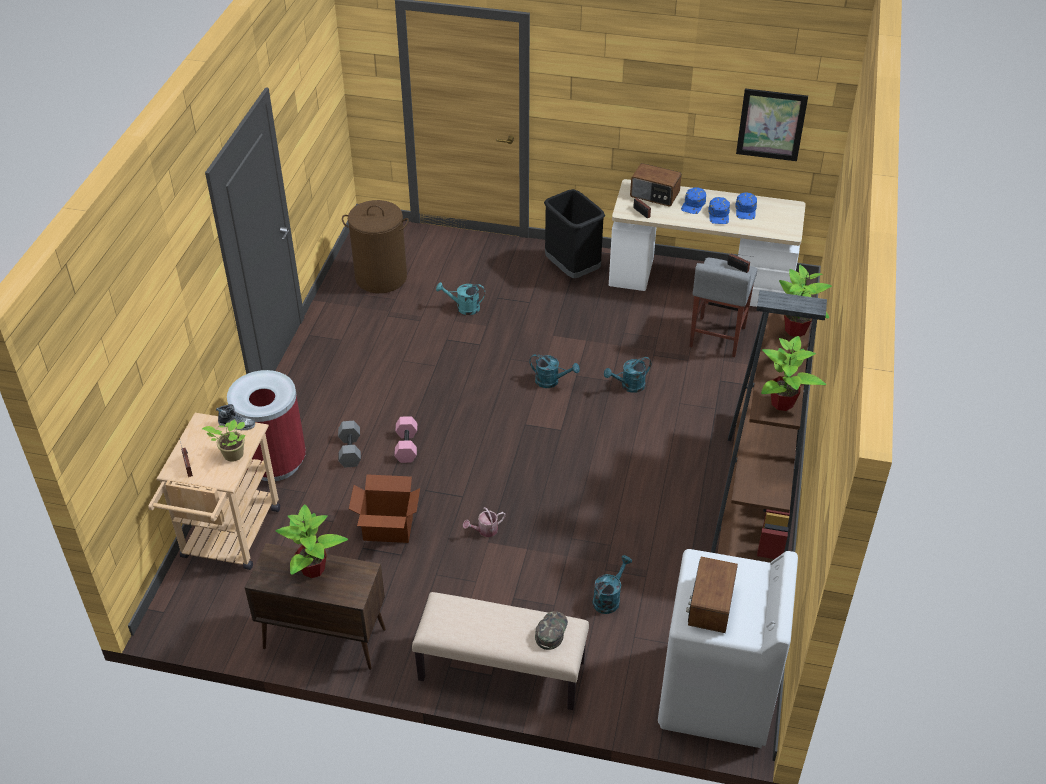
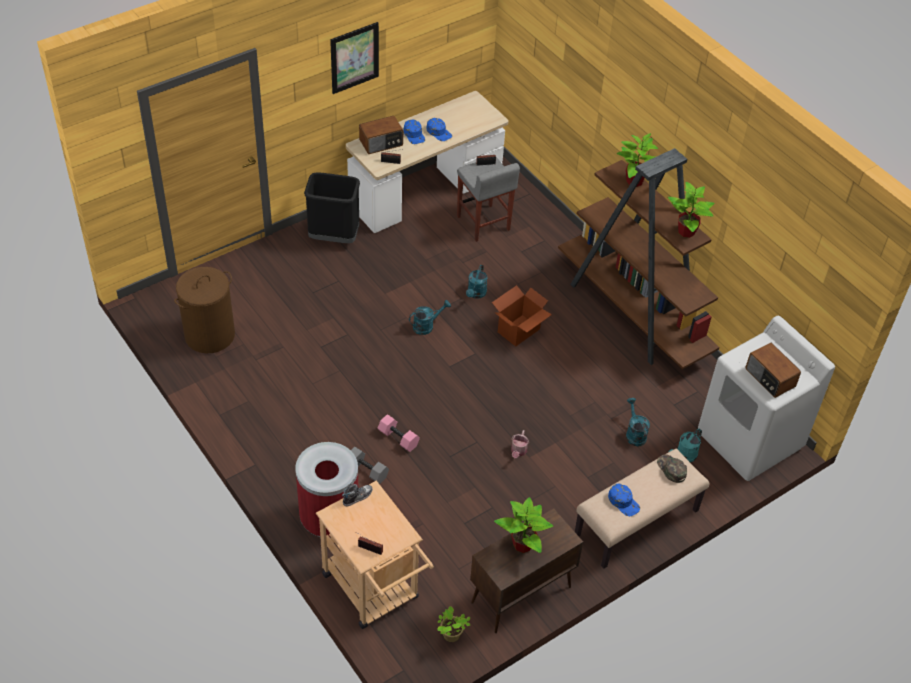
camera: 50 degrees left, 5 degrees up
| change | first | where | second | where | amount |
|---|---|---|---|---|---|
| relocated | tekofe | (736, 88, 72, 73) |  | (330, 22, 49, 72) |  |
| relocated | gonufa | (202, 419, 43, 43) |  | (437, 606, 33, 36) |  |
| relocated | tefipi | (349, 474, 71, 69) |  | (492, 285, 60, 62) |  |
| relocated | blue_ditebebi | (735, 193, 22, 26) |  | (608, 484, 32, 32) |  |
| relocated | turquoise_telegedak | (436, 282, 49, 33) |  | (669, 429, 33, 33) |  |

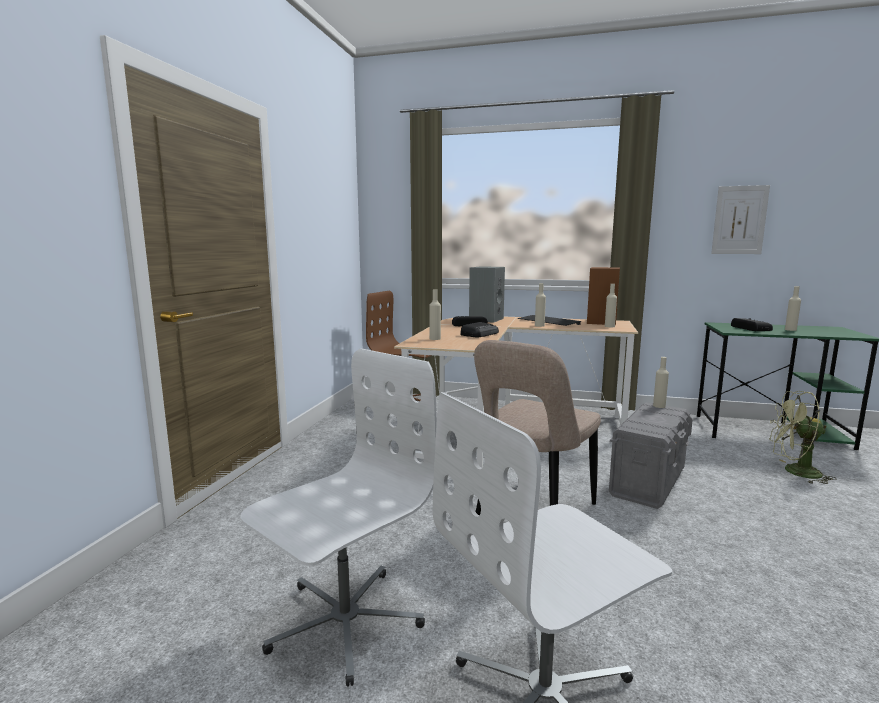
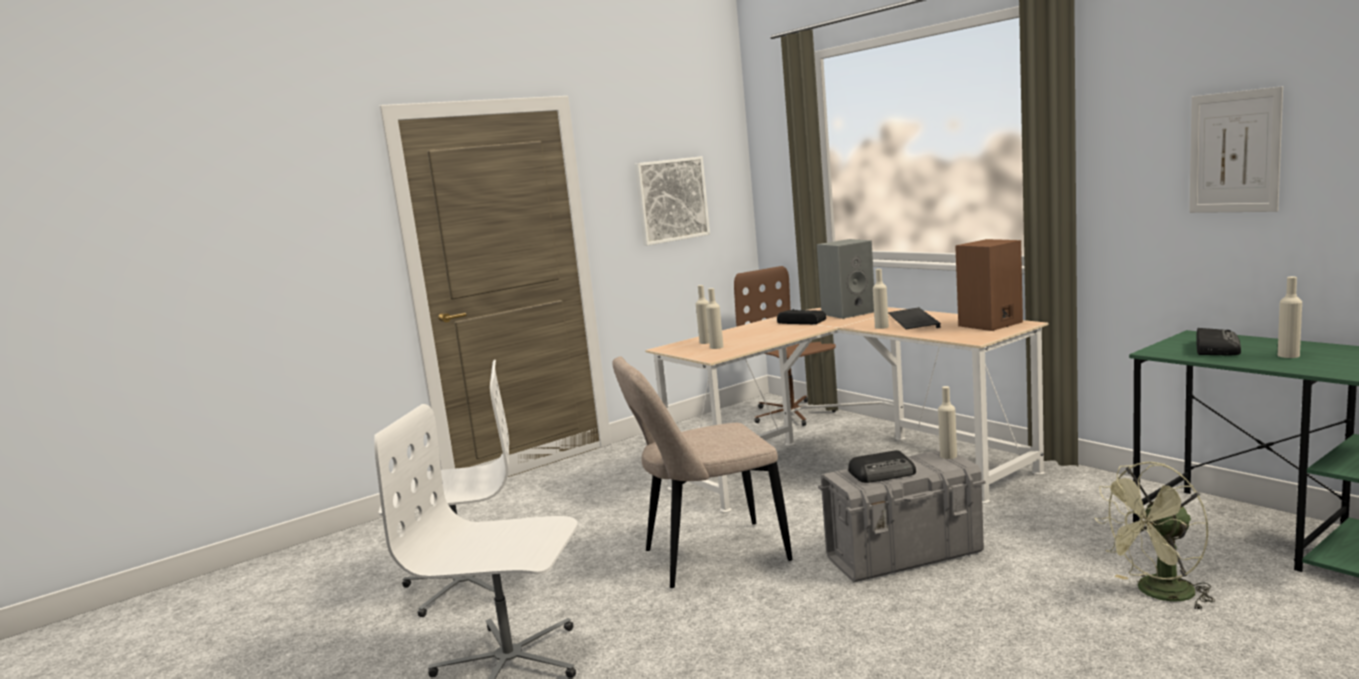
camera: 40 degrees right, 0 degrees up
| change | first | where | second | where | amount |
|---|---|---|---|---|---|
| appeared |  |  | tekofe | (635, 156, 75, 90) |  |
| relocated | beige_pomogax | (605, 284, 12, 43) |  | (706, 288, 17, 61) |  |
| relocated | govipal | (461, 322, 38, 15) |  | (848, 450, 68, 33) |  |
| spun | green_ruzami | (769, 391, 67, 93) |  | (1094, 462, 121, 148) | 75 degrees counterclockwise |

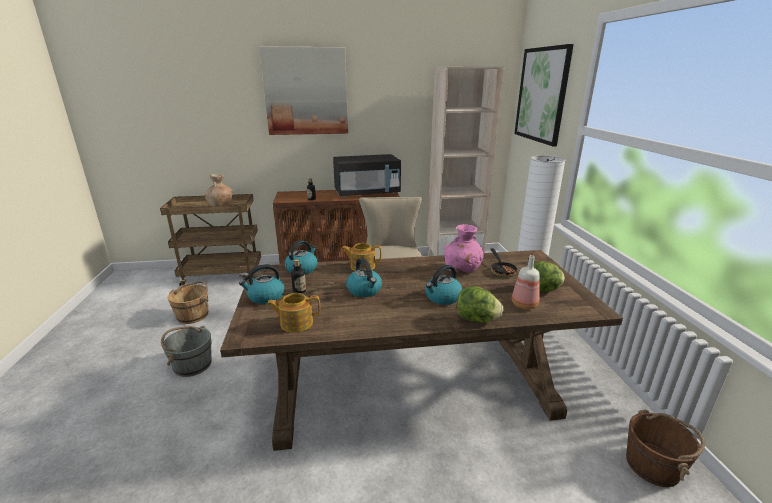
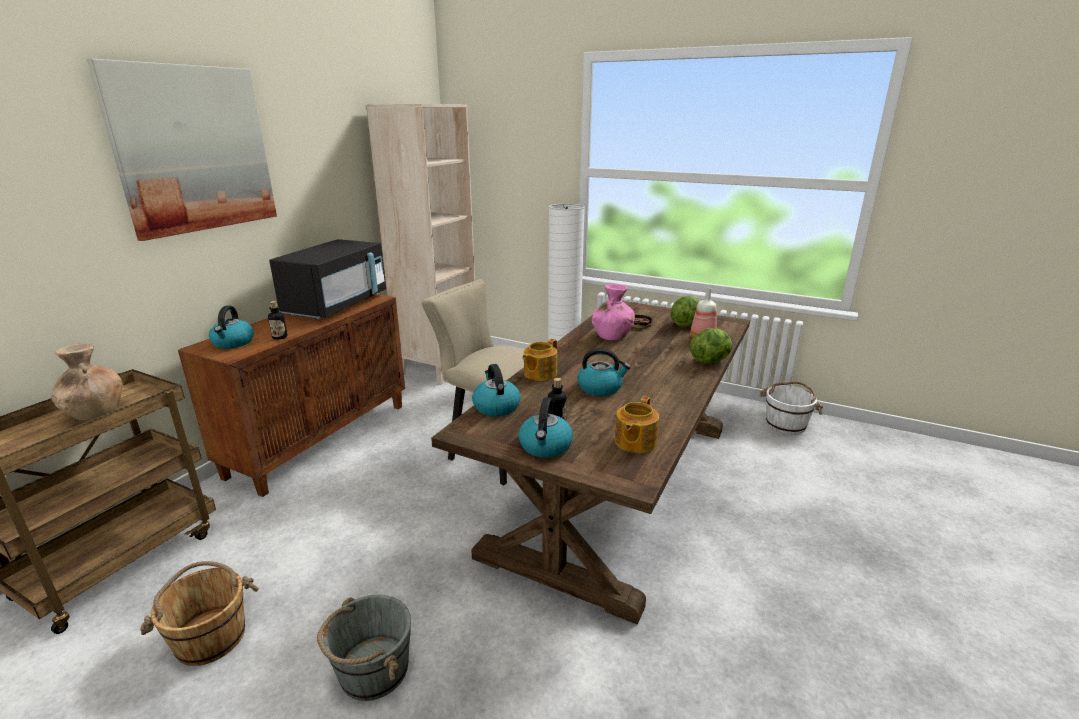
camera: 55 degrees left, 0 degrees up
| change | first | where | second | where | amount |
|---|---|---|---|---|---|
| relocated | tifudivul | (425, 265, 37, 40) |  | (209, 306, 45, 43) |  |
| colour | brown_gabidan | (626, 410, 79, 77) | white_gabidan | (760, 381, 63, 53) |  |
| missing | tekofe | (514, 44, 60, 102) |  |  |  |

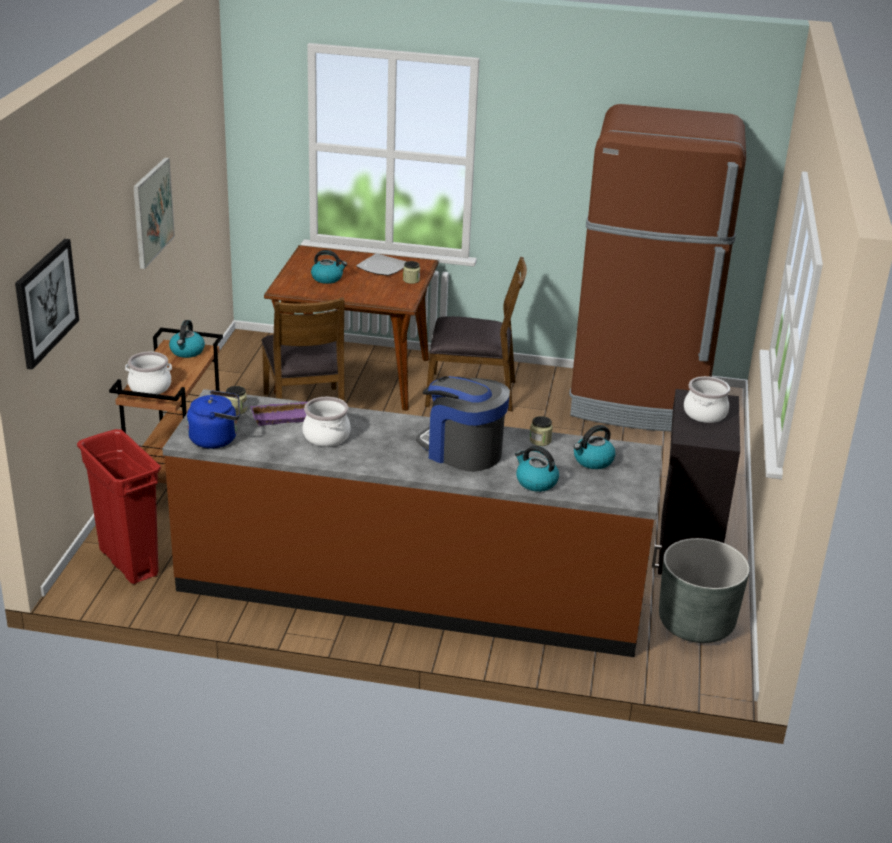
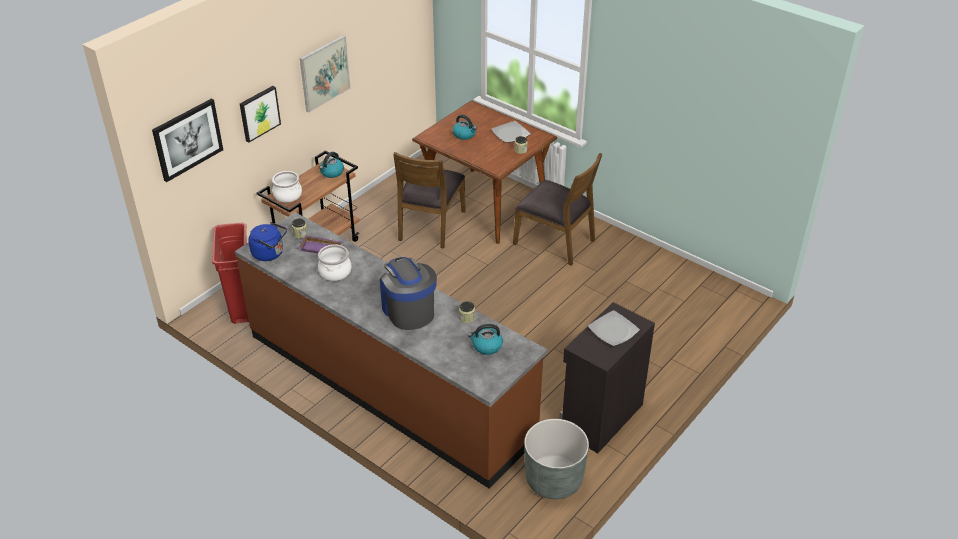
camera: 30 degrees right, 10 degrees up
| change | first | where | second | where | amount |
|---|---|---|---|---|---|
| appeared |  |  | tekofe | (240, 86, 41, 56) |  |
| exchanged | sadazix | (684, 376, 46, 47) | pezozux | (588, 310, 52, 36) |  |
| missing | tifudivul | (515, 446, 44, 46) |  |  |  |
| missing | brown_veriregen | (569, 104, 177, 328) |  |  |  |

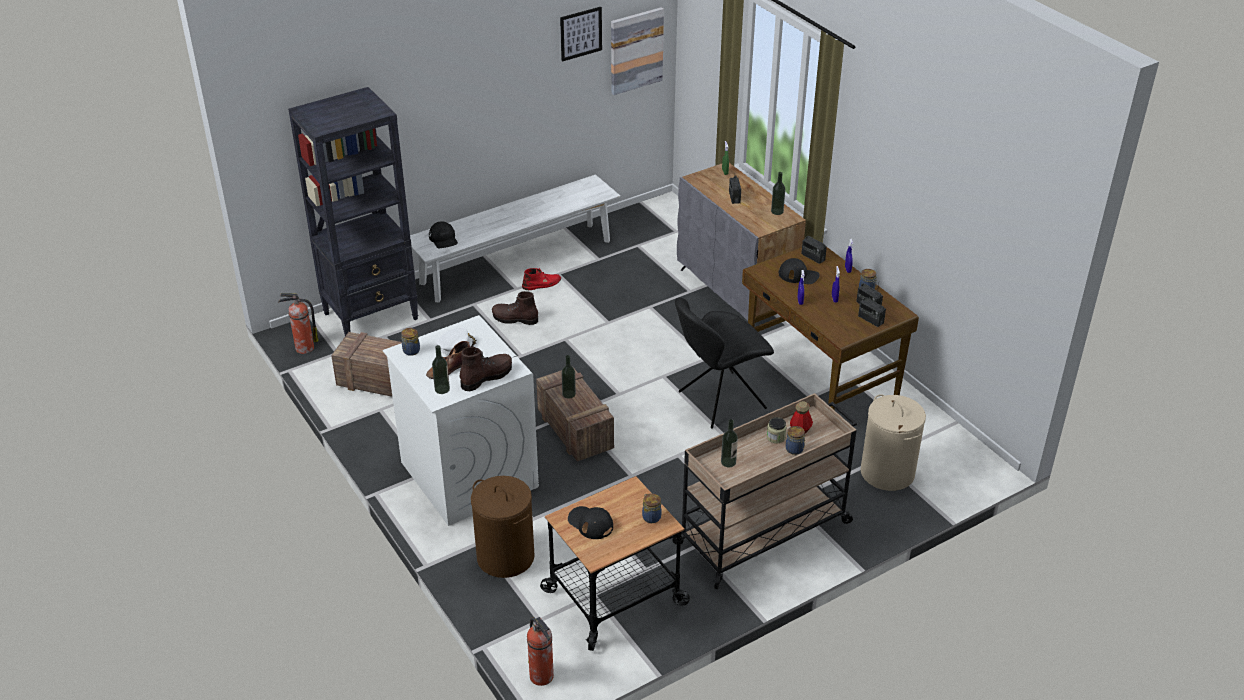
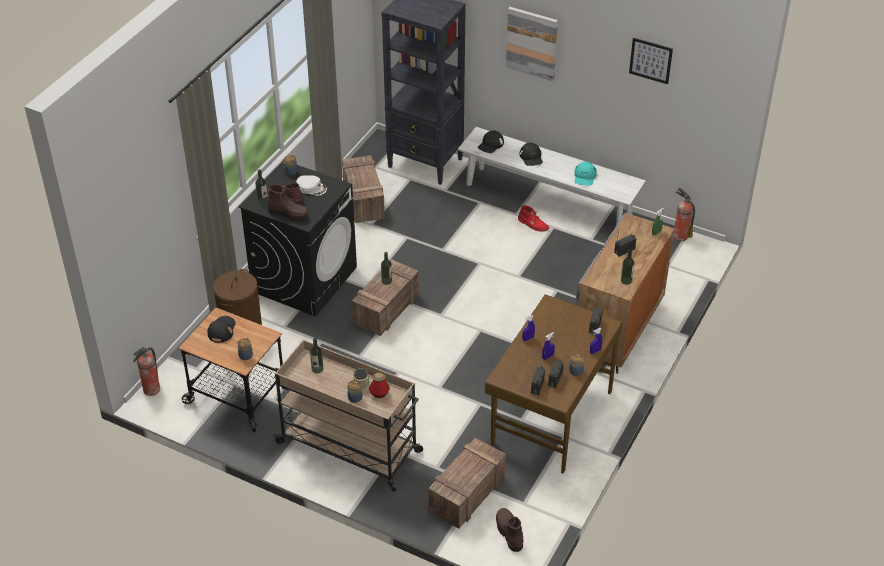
camera: 60 degrees right, 5 degrees up
| change | first | where | second | where | amount |
|---|---|---|---|---|---|
| colour | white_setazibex | (383, 315, 156, 211) | black_setazibex | (238, 161, 119, 155) |  |
| exchanged | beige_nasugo | (860, 394, 66, 97) | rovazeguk | (428, 437, 78, 92) |  |
| relocated | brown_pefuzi | (492, 291, 46, 34) |  | (496, 508, 27, 44) |  |
| relocated | tekofe | (611, 7, 53, 88) |  | (506, 7, 52, 74) |  |
| relocated | black_ditebebi | (778, 258, 42, 26) |  | (519, 142, 24, 24) |  |
| appeared |  |  | turquoise_ditebebi | (574, 162, 23, 23) |  |
| relocated | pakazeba | (278, 293, 41, 61) |  | (674, 188, 21, 53) |  |
| missing | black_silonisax | (675, 297, 99, 132) |  |  |  |

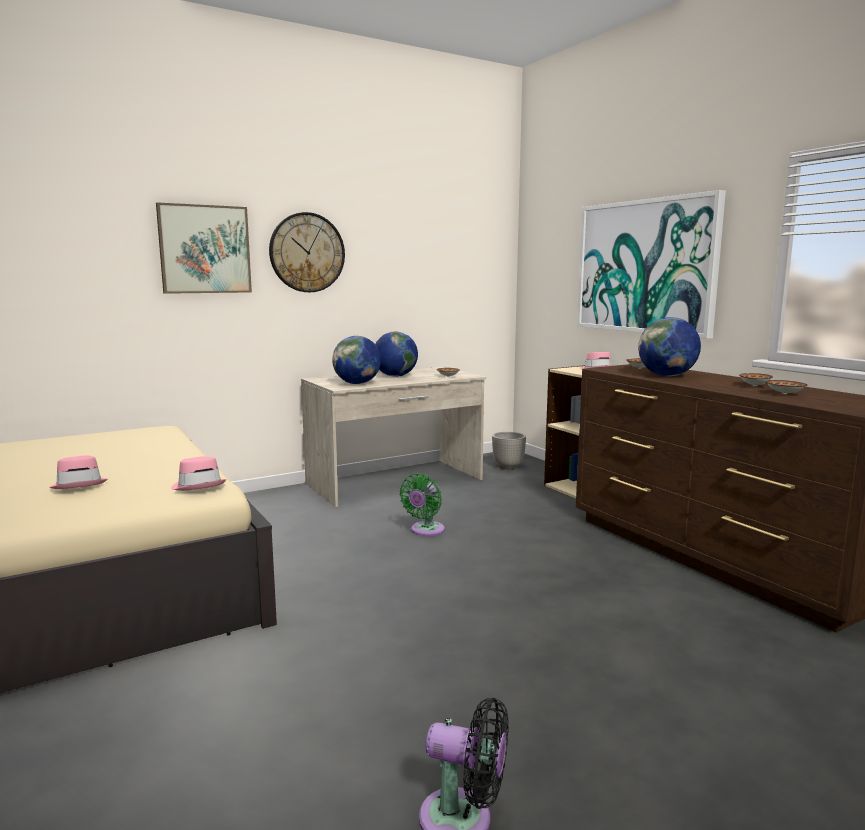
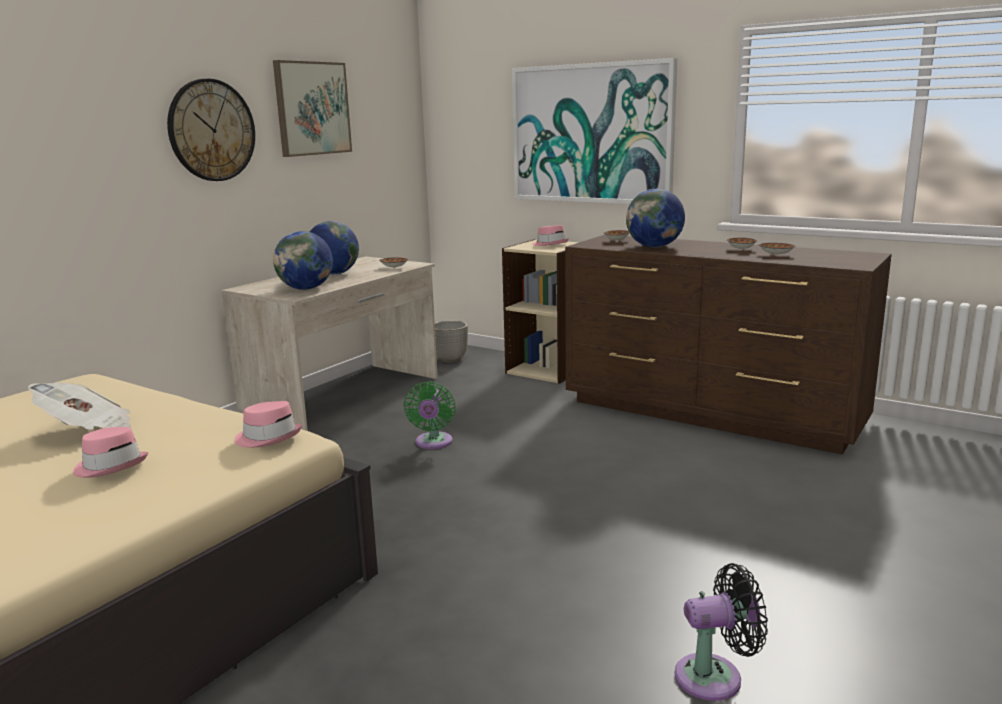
camera: 25 degrees left, 5 degrees up
| change | first | where | second | where | amount |
|---|---|---|---|---|---|
| appeared |  |  | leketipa | (28, 383, 104, 47) |  |
| relocated | tekofe | (156, 202, 96, 92) |  | (273, 60, 79, 97) |  |

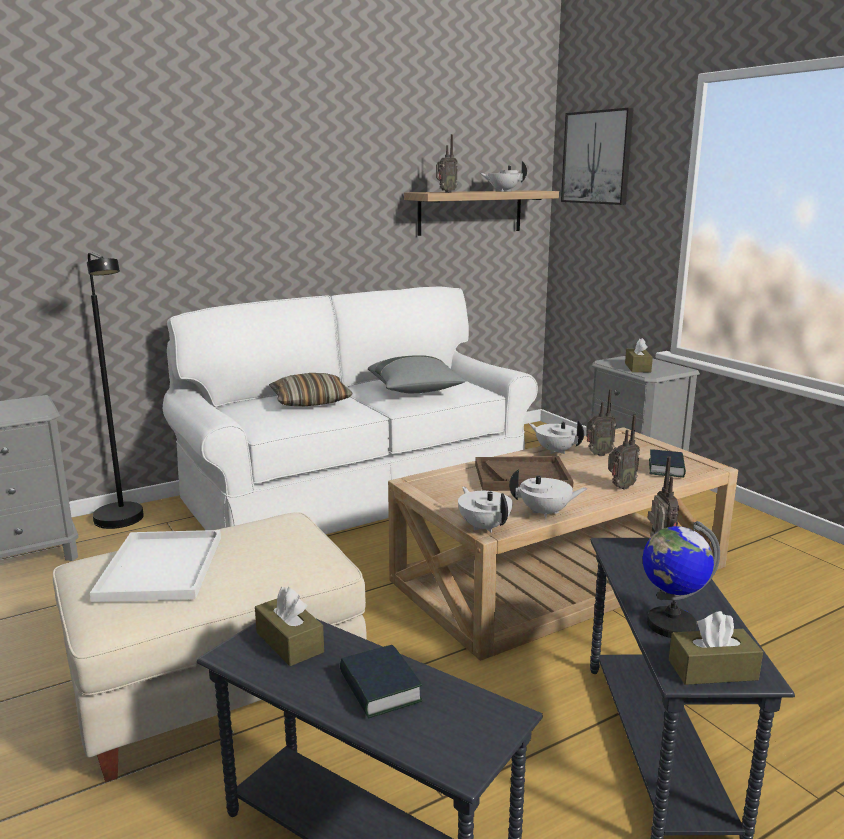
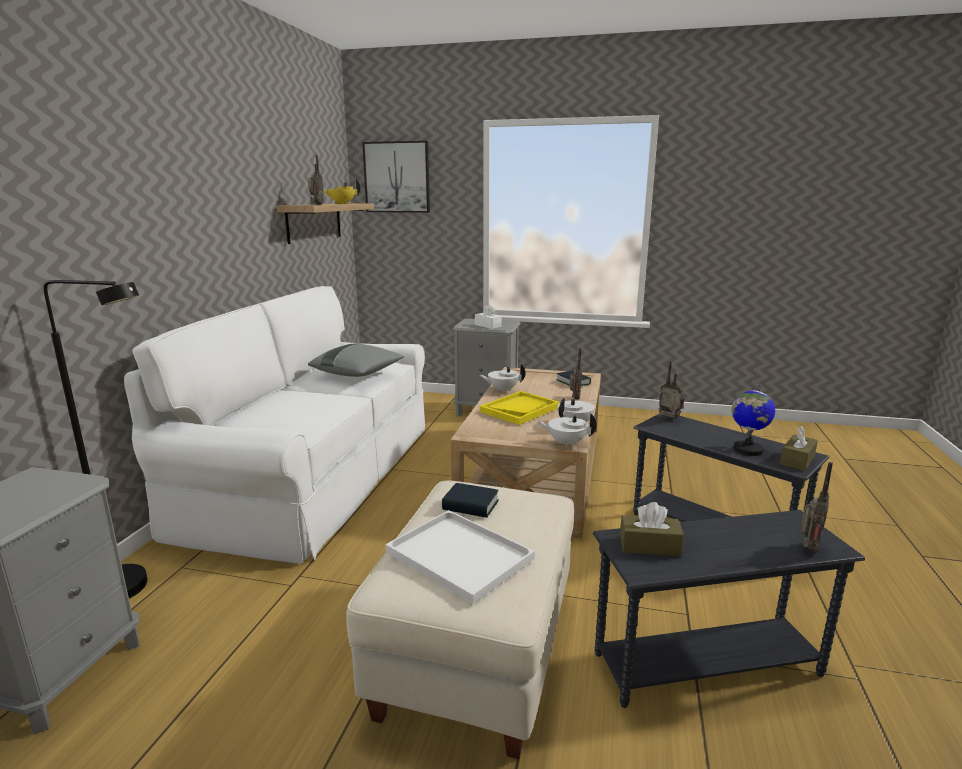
camera: 45 degrees left, 0 degrees up
| change | first | where | second | where | amount |
|---|---|---|---|---|---|
| colour | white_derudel | (480, 161, 47, 31) | yellow_derudel | (323, 179, 37, 25) |  |
| relocated | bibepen | (340, 645, 83, 73) |  | (442, 483, 57, 35) |  |
| colour | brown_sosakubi | (625, 338, 28, 34) | white_sosakubi | (475, 304, 27, 25) |  |
| colour | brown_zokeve | (475, 456, 99, 35) | yellow_zokeve | (480, 391, 80, 34) |  |
| relocated | govipal | (586, 389, 30, 67) |  | (800, 462, 33, 90) |  |
| missing | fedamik | (269, 373, 84, 33) |  |  |  |

